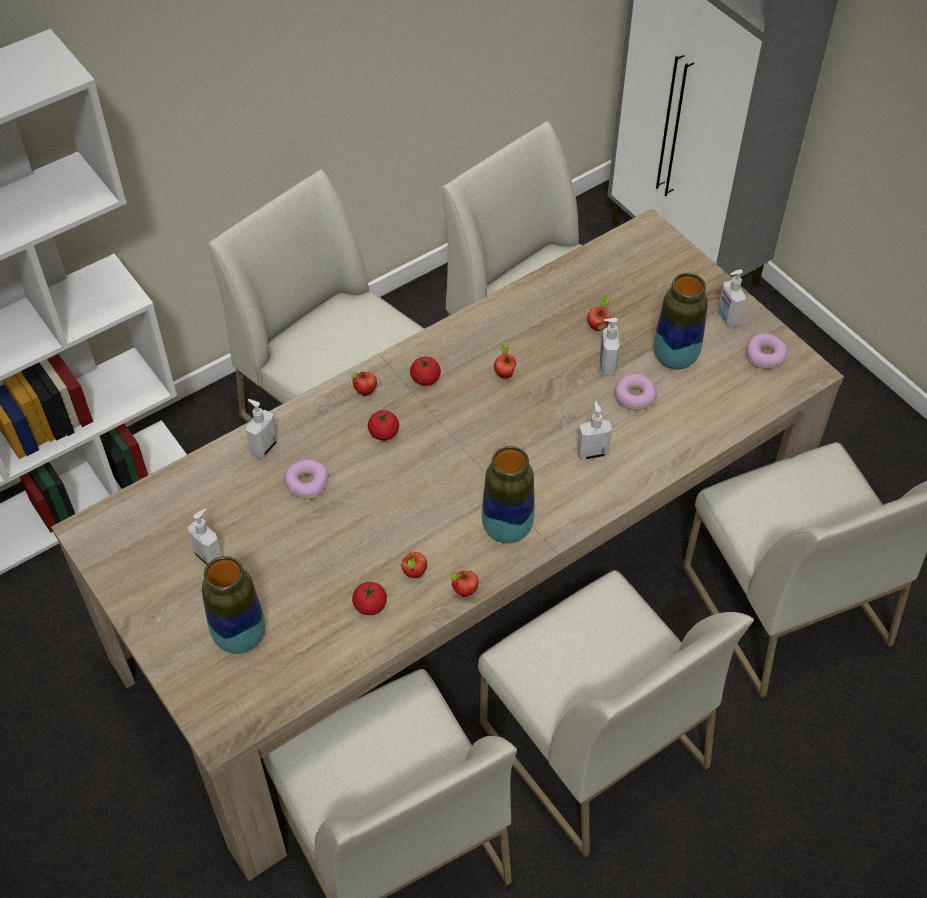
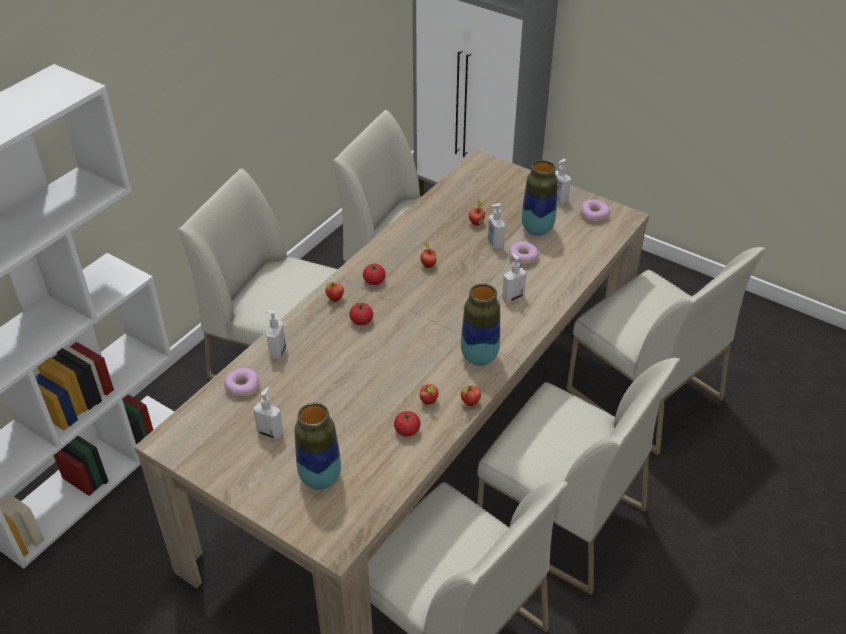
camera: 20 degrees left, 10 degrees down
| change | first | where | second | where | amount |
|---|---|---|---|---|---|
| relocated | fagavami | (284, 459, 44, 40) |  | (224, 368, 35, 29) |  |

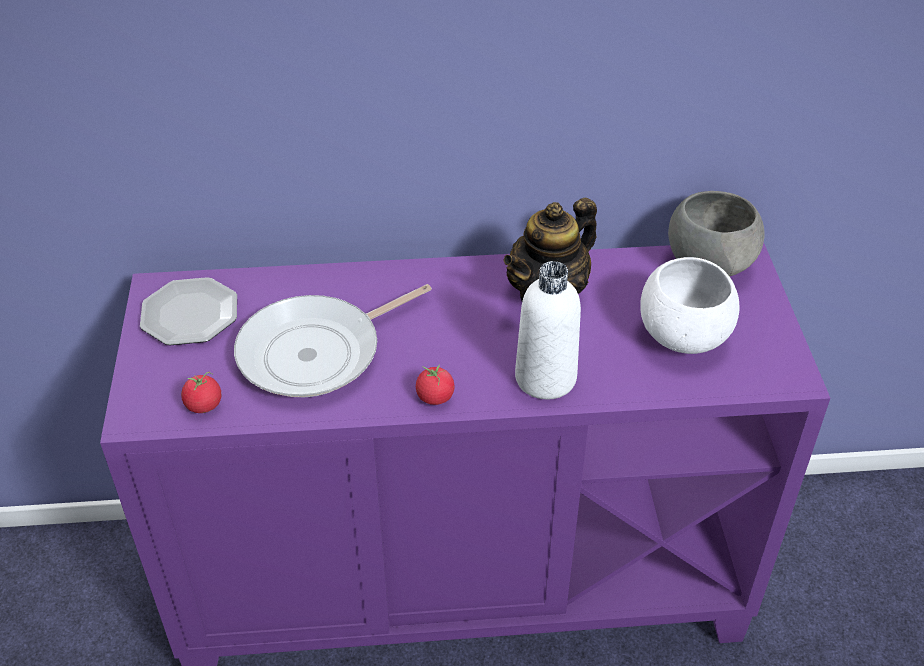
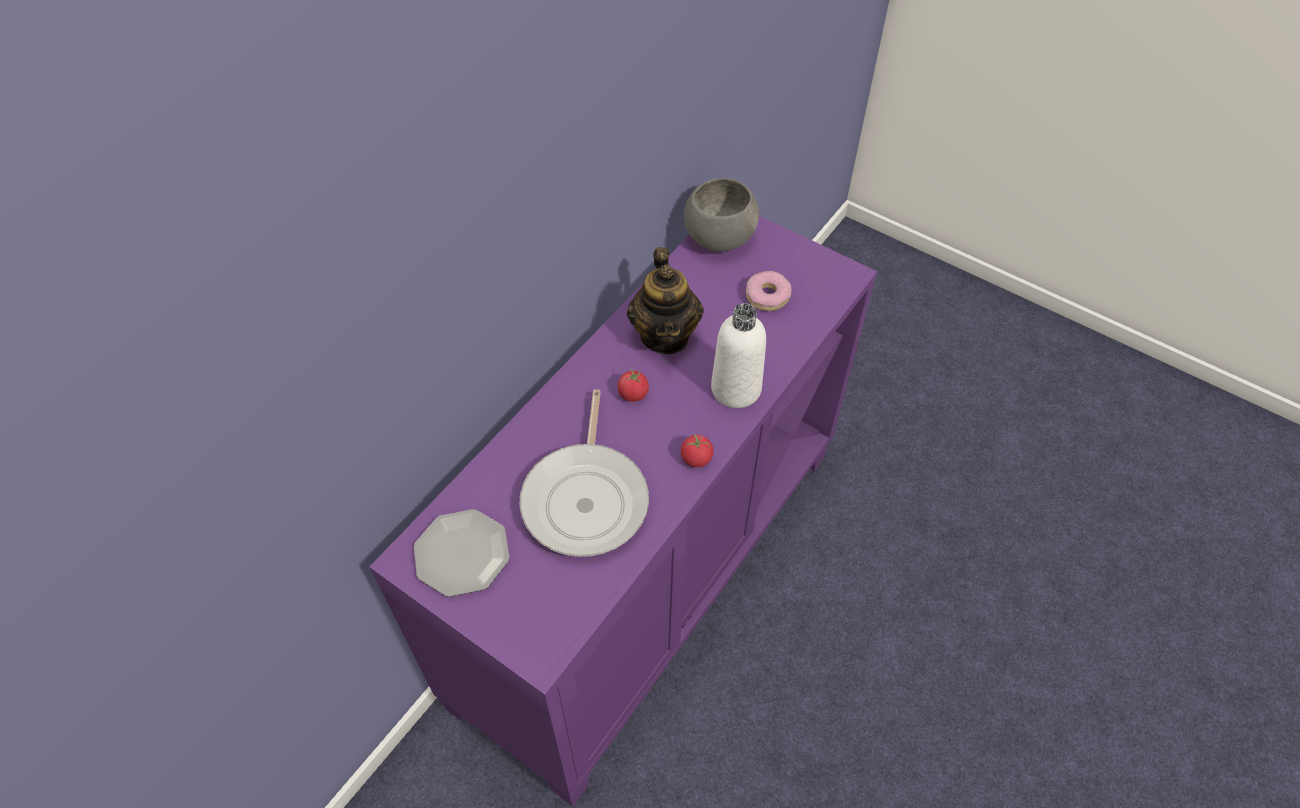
camera: 50 degrees left, 10 degrees up
| change | first | where | second | where | amount |
|---|---|---|---|---|---|
| relocated | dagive | (181, 372, 41, 41) |  | (617, 367, 32, 35) |  |
| exchanged | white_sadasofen | (640, 257, 100, 97) | fagavami | (746, 271, 46, 40) |  |

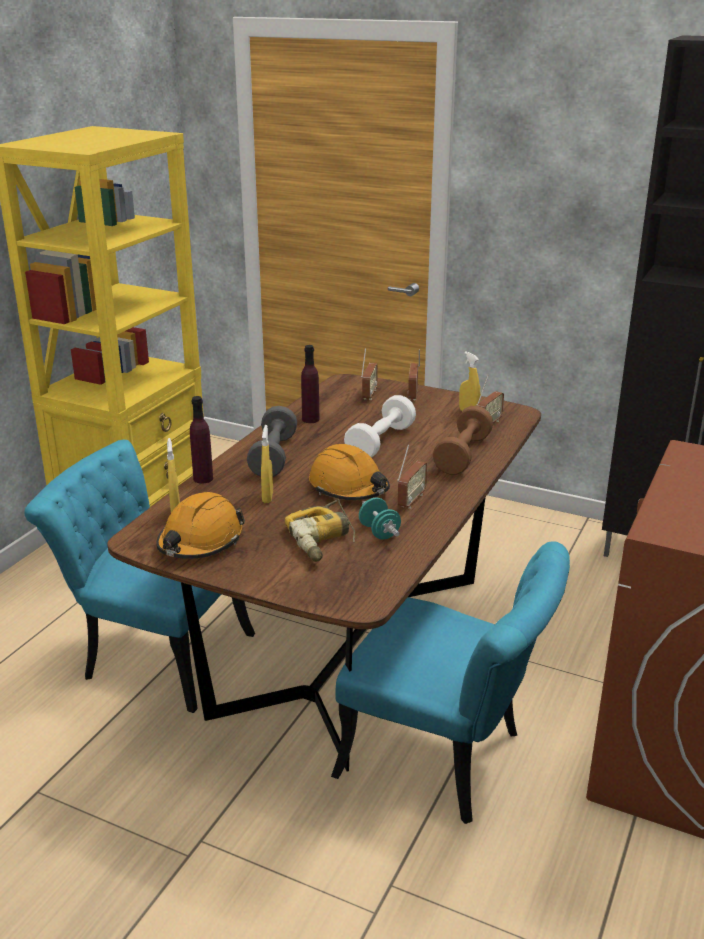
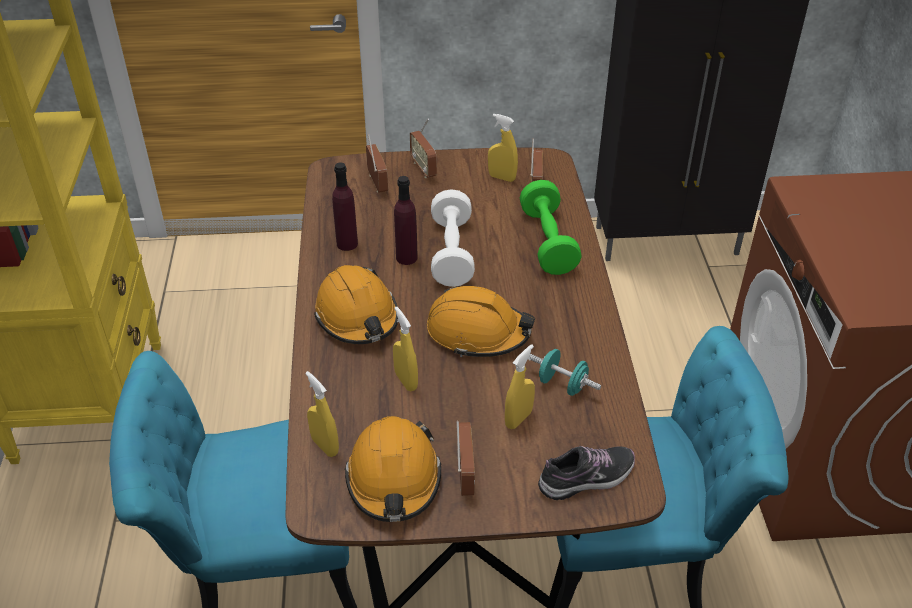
camera: 30 degrees left, 15 degrees up
| change | first | where | second | where | amount |
|---|---|---|---|---|---|
| exchanged | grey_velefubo | (247, 406, 50, 71) | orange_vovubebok | (314, 265, 84, 79) |  |
| relocated | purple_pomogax | (190, 396, 23, 88) |  | (394, 176, 24, 89) |  |
| relocated | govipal | (397, 444, 30, 65) |  | (457, 421, 18, 75) |  |
| exchanged | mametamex | (285, 499, 70, 63) | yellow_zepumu | (505, 344, 30, 85) |  |
| colour | brown_velefubo | (433, 406, 60, 69) | green_velefubo | (520, 180, 62, 95) |  |
| appeared |  |  | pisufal | (538, 446, 97, 54) |  |

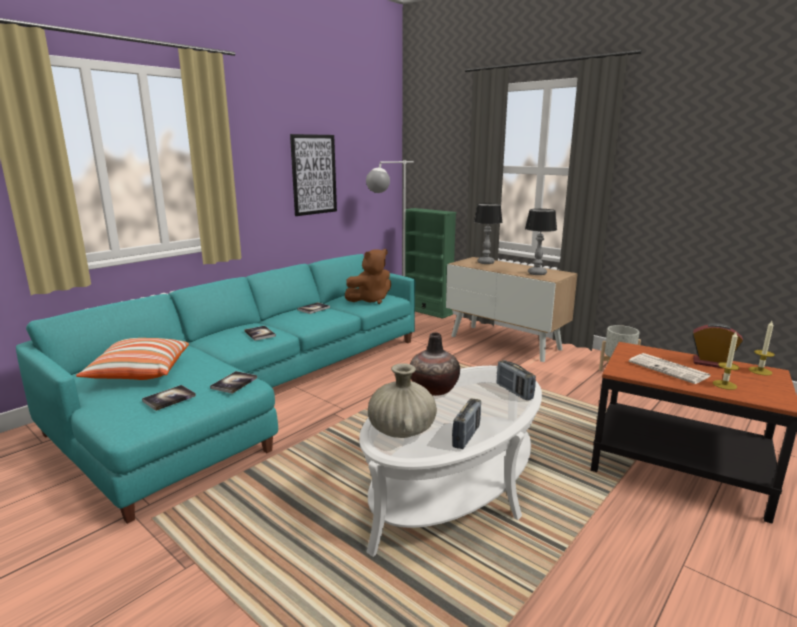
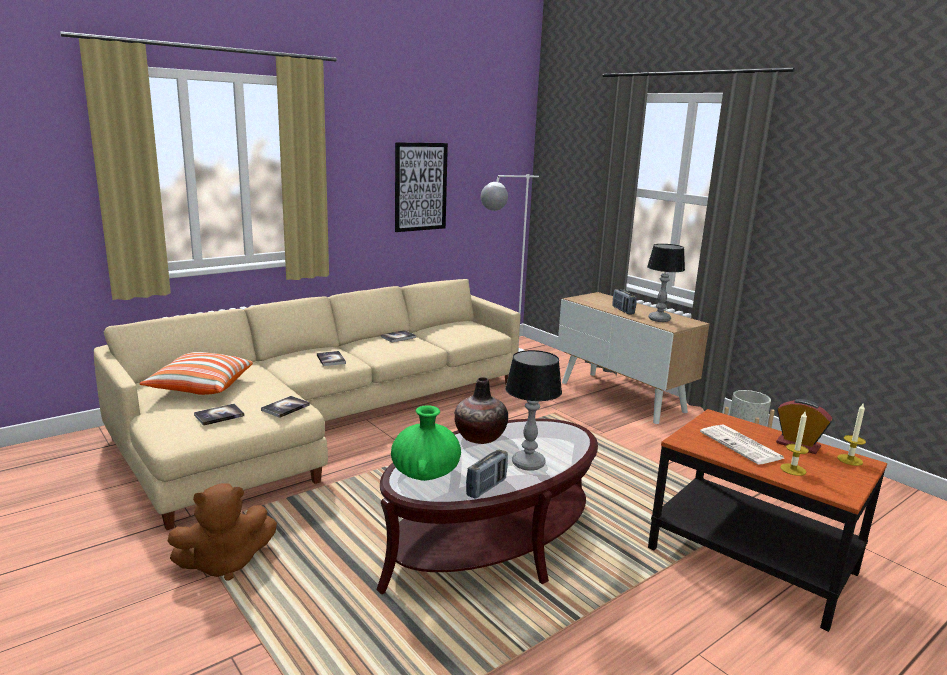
camera: 10 degrees right, 0 degrees up
| change | first | where | second | where | amount |
|---|---|---|---|---|---|
| colour | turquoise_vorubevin | (16, 254, 399, 270) | beige_vorubevin | (94, 279, 427, 251) |  |
| relocated | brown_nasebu | (345, 249, 46, 55) |  | (168, 483, 109, 98) |  |
| colour | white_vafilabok | (359, 366, 183, 191) | brown_vafilabok | (376, 418, 222, 177) |  |
| colour | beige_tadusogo | (368, 363, 69, 75) | green_tadusogo | (391, 405, 70, 76) |  |
| relocated | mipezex | (474, 203, 29, 61) |  | (505, 350, 57, 121) |  |
| relocated | govipal | (497, 360, 39, 40) |  | (612, 289, 25, 25) |  |
| missing | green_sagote | (405, 208, 52, 111) |  |  |  |

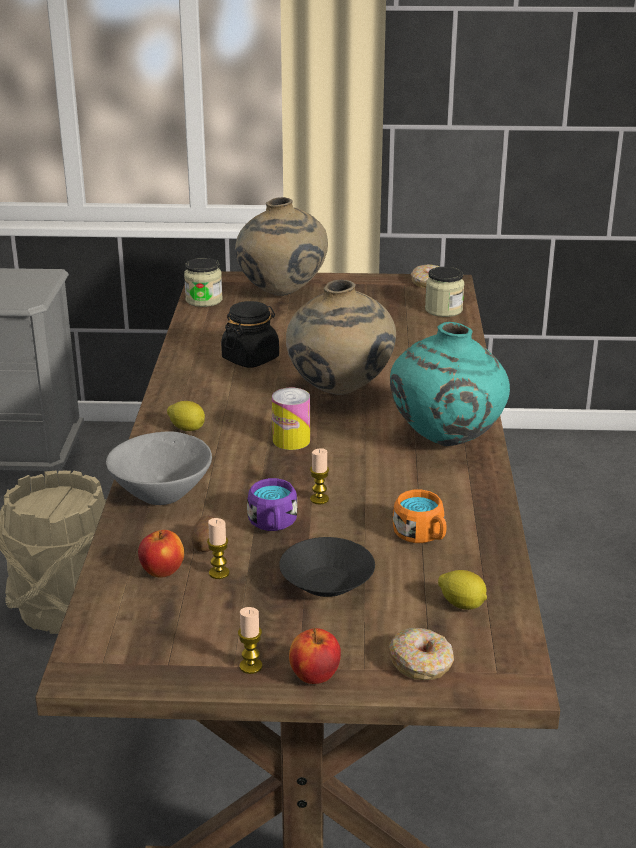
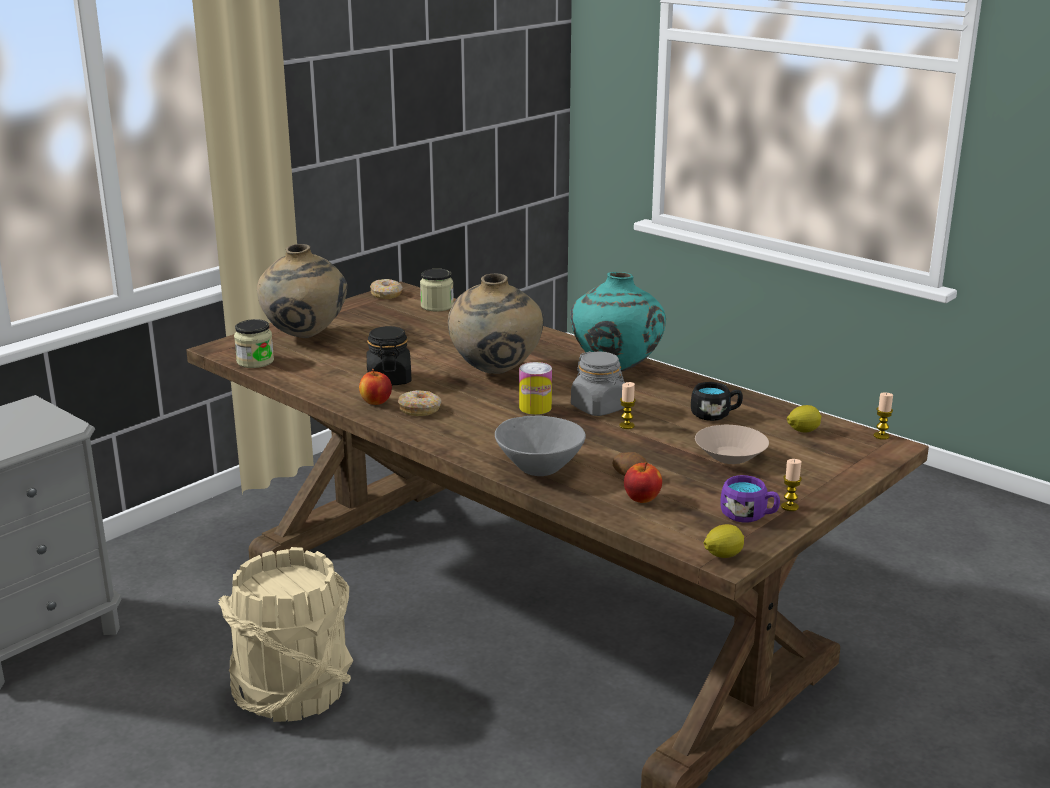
camera: 50 degrees left, 5 degrees down
| change | first | where | second | where | amount |
|---|---|---|---|---|---|
| relocated | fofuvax | (289, 628, 52, 56) |  | (359, 369, 33, 36) |  |
| relocated | fagavami | (389, 628, 65, 52) |  | (398, 390, 43, 26) |  |
| appeared |  |  | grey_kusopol | (571, 351, 54, 65) |  |
| colour | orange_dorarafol | (393, 490, 54, 53) | black_dorarafol | (691, 382, 52, 39) |  |
| colour | black_sadasofen | (279, 537, 96, 60) | beige_sadasofen | (695, 425, 74, 39) |  |
| relocated | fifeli | (167, 401, 38, 30) |  | (704, 524, 40, 34) |  |
| relocated | purple_dorarafol | (247, 478, 51, 53) |  | (720, 475, 60, 48) |  |
| relocated | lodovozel | (207, 518, 23, 61) |  | (873, 393, 20, 47) |  |

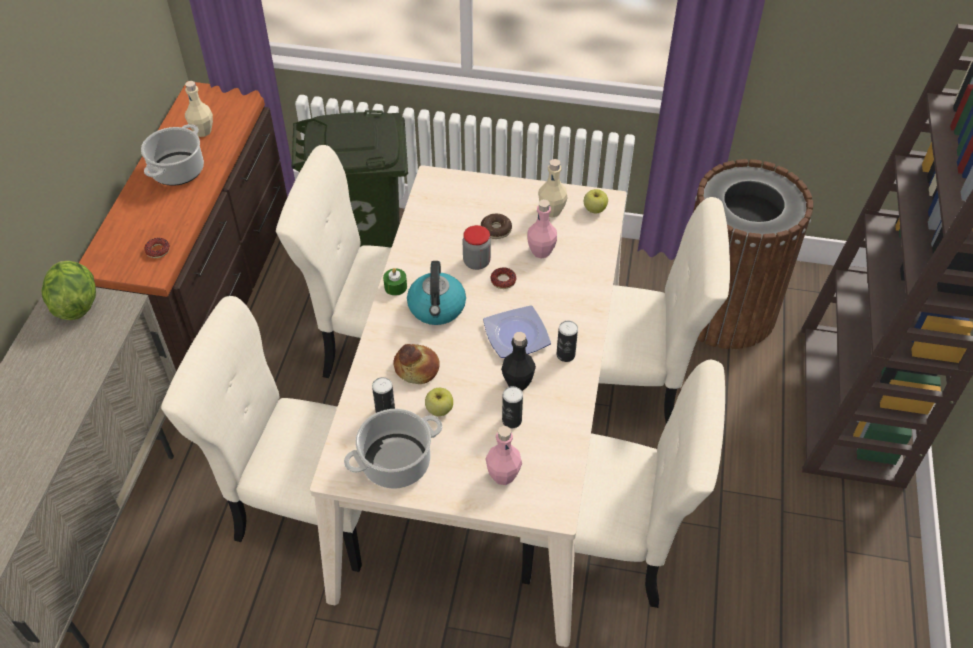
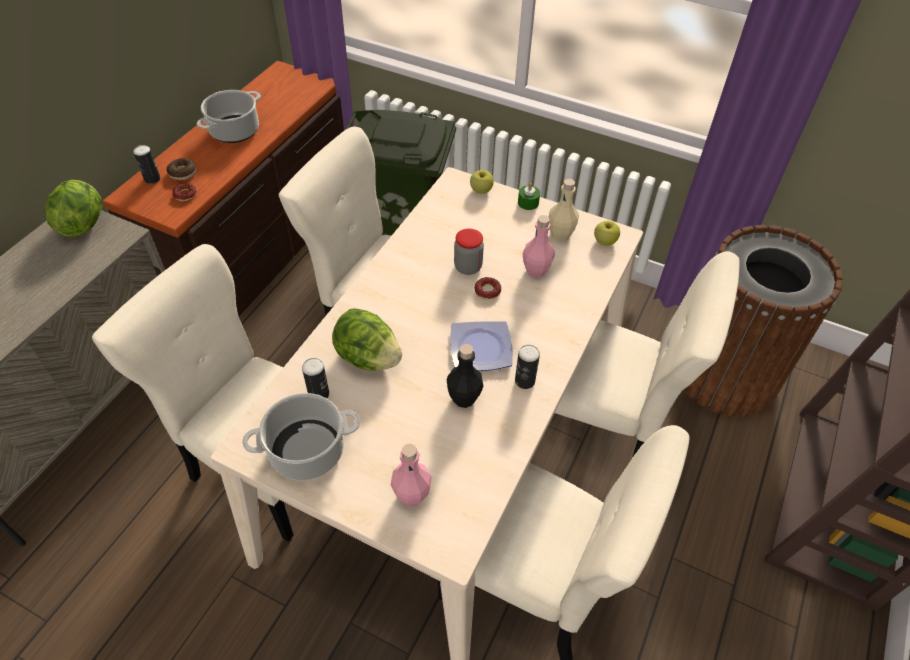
camera: 15 degrees right, 0 degrees up
| change | first | where | second | where | amount |
|---|---|---|---|---|---|
| relocated | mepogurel | (502, 386, 21, 42) |  | (133, 145, 27, 39) |  |
| relocated | fagavami | (481, 214, 31, 25) |  | (166, 158, 30, 22) |  |
| exchanged | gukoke | (393, 344, 47, 40) | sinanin | (332, 308, 70, 63) |  |
| relocated | fofuvax | (425, 388, 28, 28) |  | (470, 170, 24, 24) |  |
| relocated | green_lodovozel | (383, 268, 24, 28) |  | (518, 183, 22, 27) |  |
| missing | beige_pomogax | (185, 81, 28, 56) |  |  |  |
| missing | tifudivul | (407, 261, 59, 64) |  |  |  |

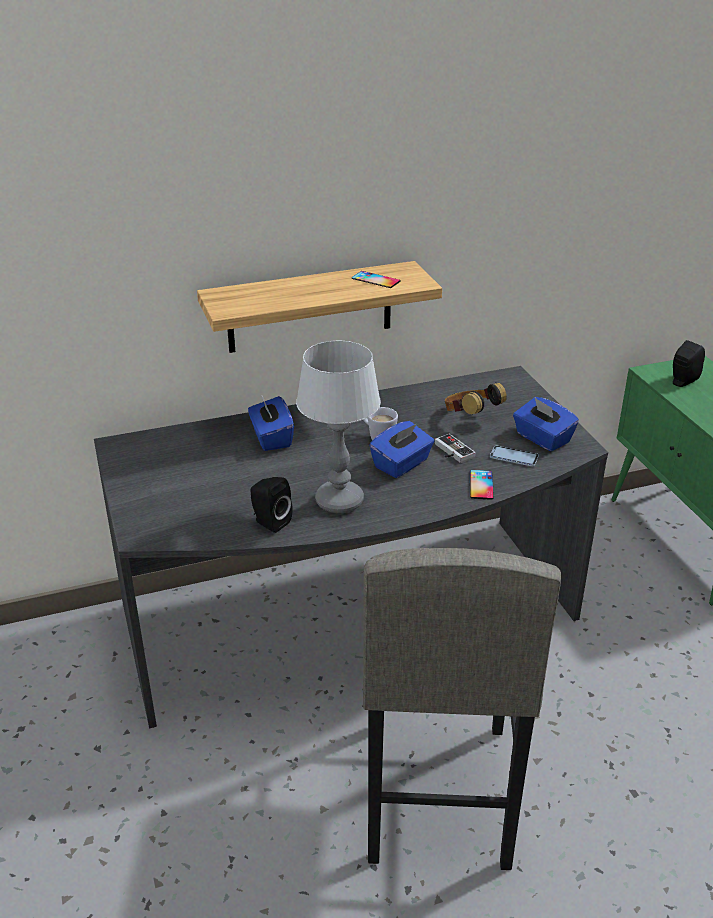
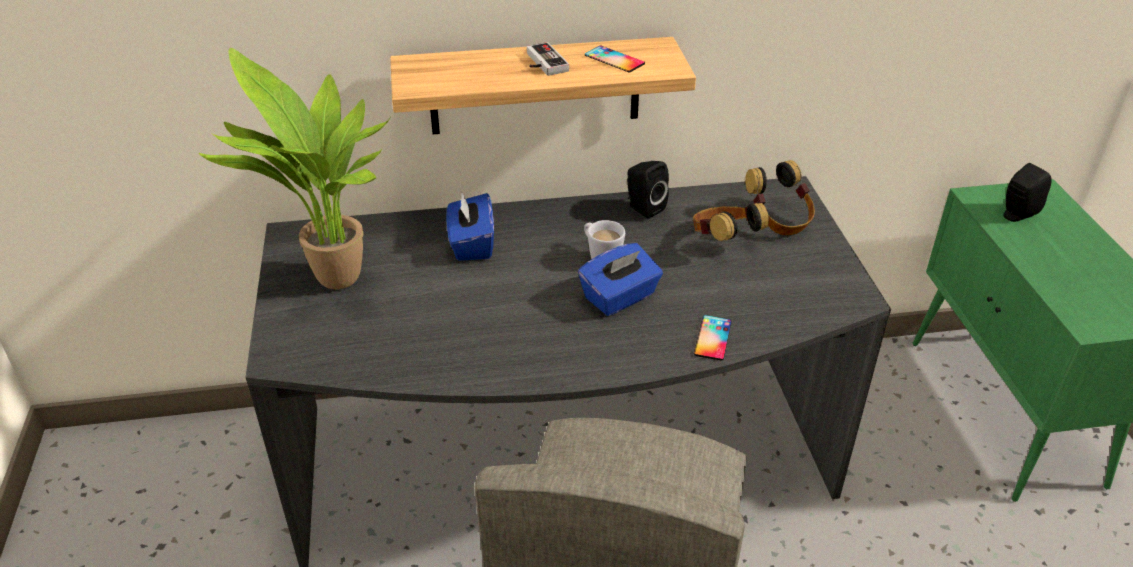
camera: 10 degrees right, 5 degrees up
| change | first | where | second | where | amount |
|---|---|---|---|---|---|
| appeared |  |  | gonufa | (199, 48, 192, 241) |  |
| relocated | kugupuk | (435, 434, 40, 29) |  | (527, 42, 42, 34) |  |
| relocated | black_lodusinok | (250, 477, 43, 56) |  | (627, 161, 42, 58) |  |
| appeared |  |  | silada | (745, 160, 70, 75) |  |
| missing | mipezex | (296, 341, 85, 172) |  |  |  |
| missing | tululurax | (490, 445, 49, 22) |  |  |  |
| missing | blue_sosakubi | (513, 397, 66, 55) |  |  |  |

